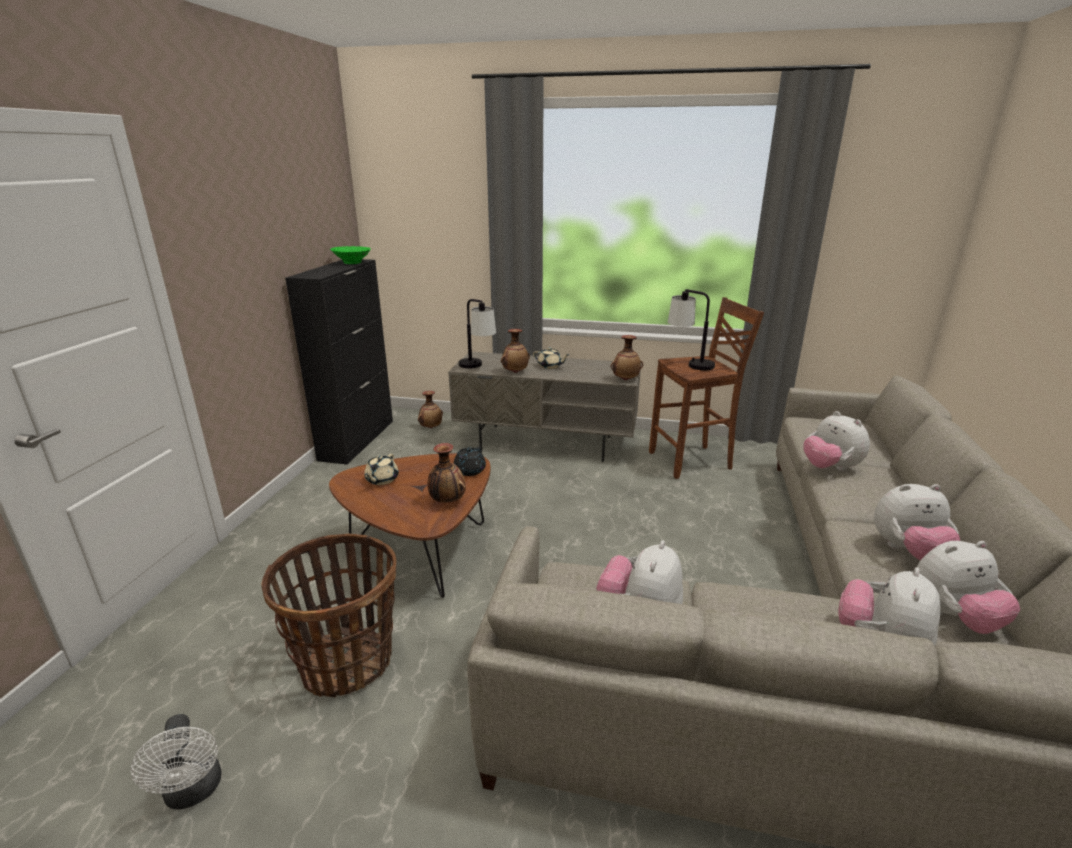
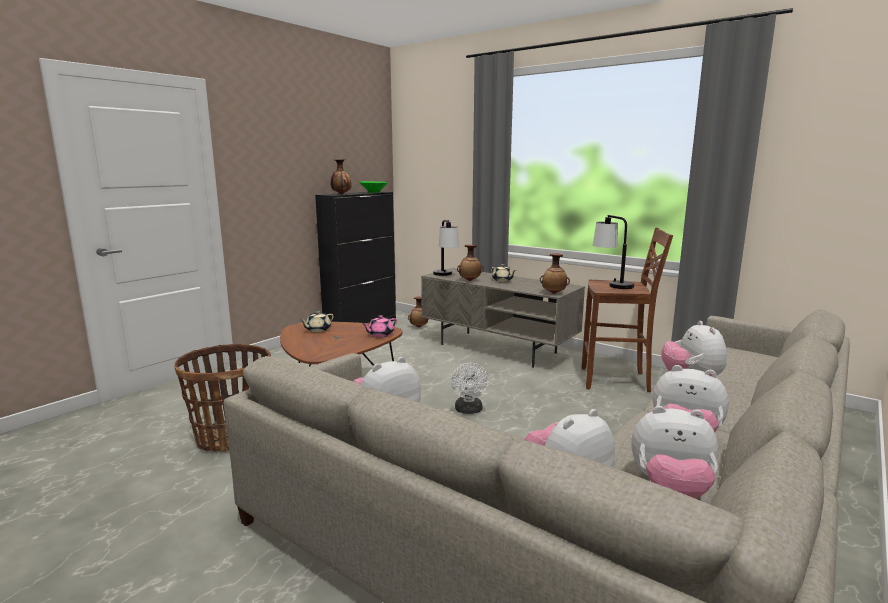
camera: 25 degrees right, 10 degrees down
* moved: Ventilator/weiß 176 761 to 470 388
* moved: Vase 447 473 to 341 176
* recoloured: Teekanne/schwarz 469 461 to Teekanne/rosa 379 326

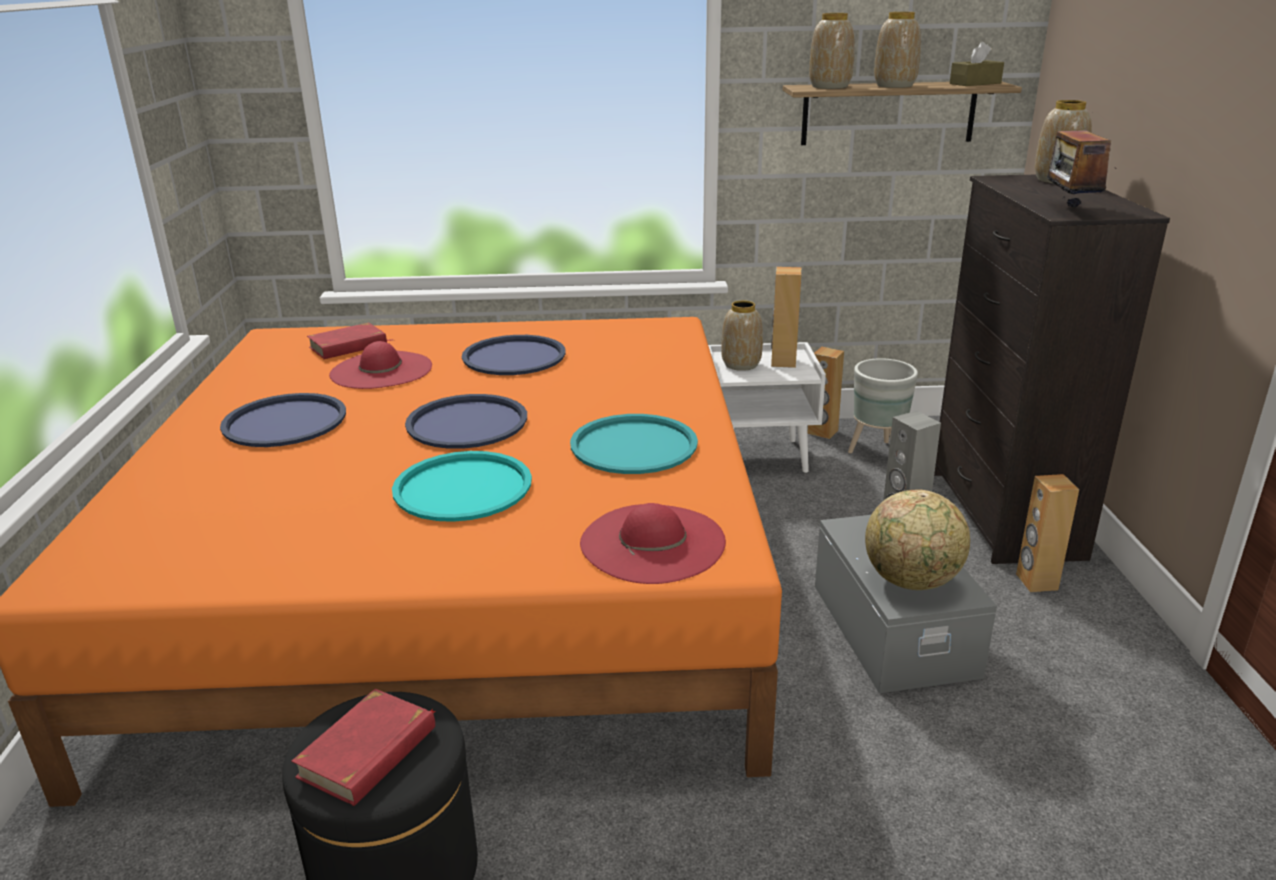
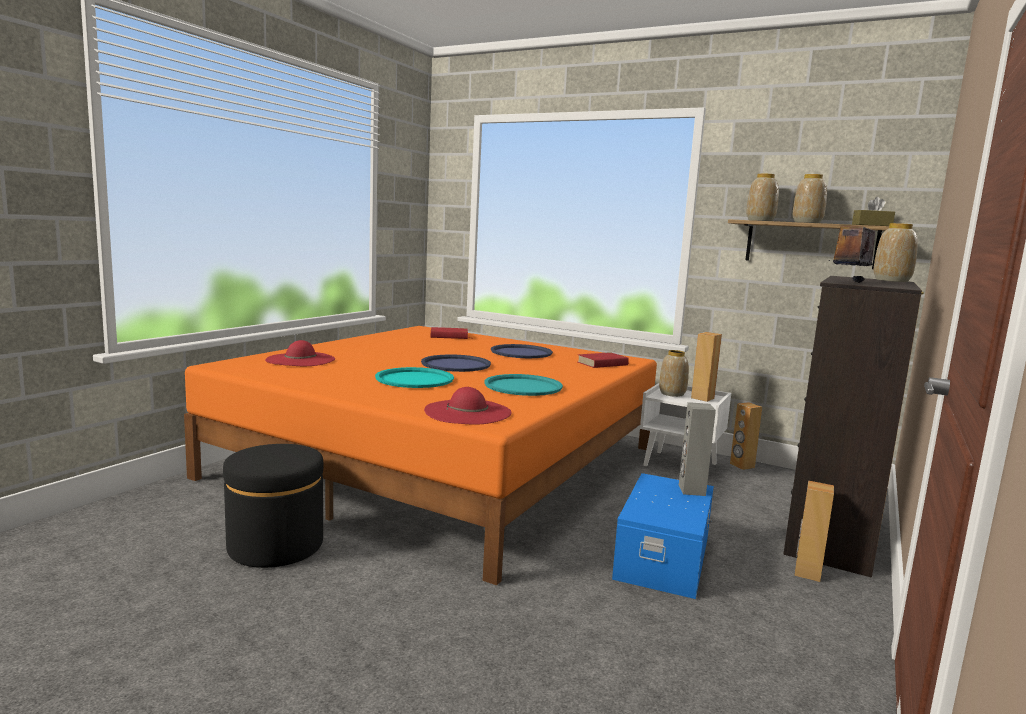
camera: 30 degrees right, 15 degrees down
* removed: Tablett/blau 283 420
* moved: Buch/rot 363 747 to 603 360
* moved: Hut/rot 380 365 to 300 353
* recoloured: Aufbewahrungsbox/grau 906 604 to Aufbewahrungsbox/blau 663 536
* removed: Pflanzkübel/grau 883 405
* removed: Globus 917 540

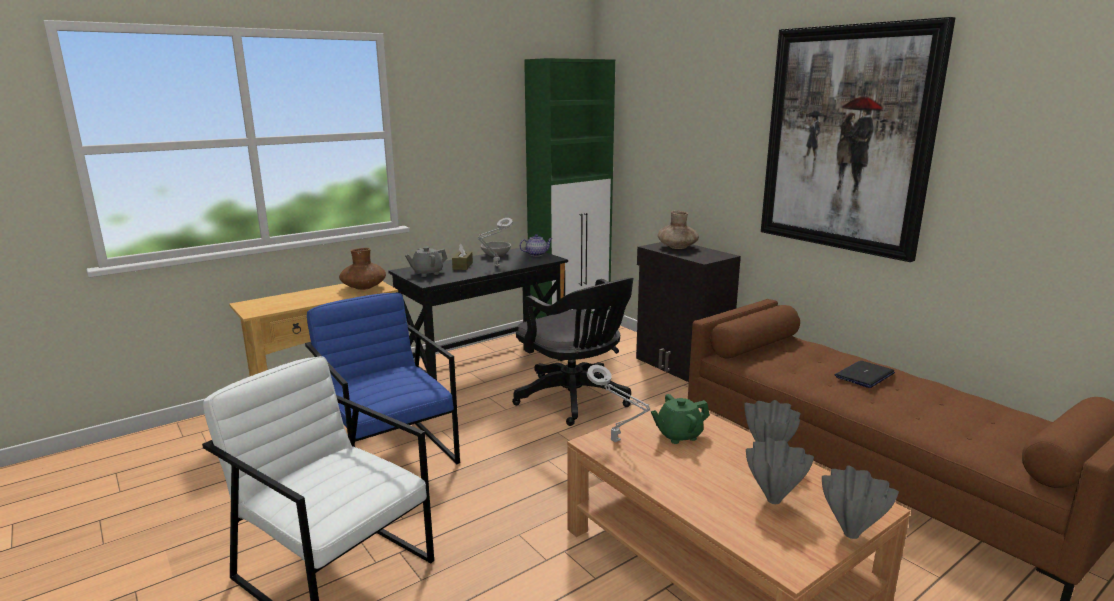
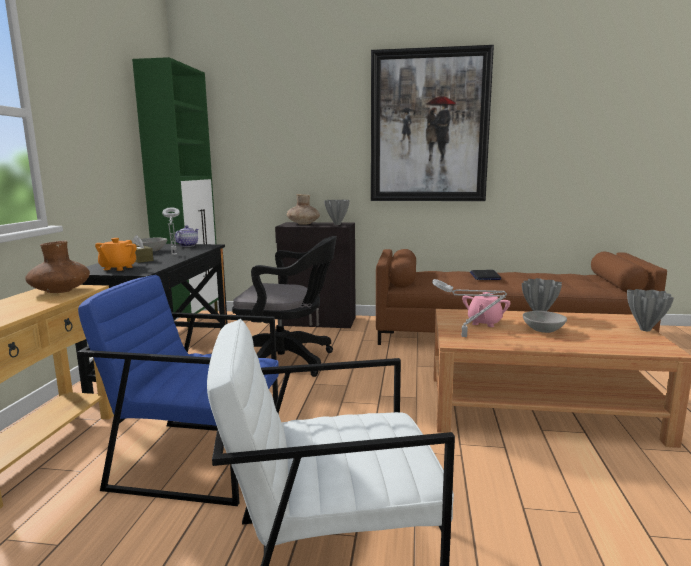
camera: 45 degrees left, 5 degrees down
* recoloured: Teekanne/grau 426 262 to Teekanne/orange 116 254
* recoloured: Teekanne/grün 680 419 to Teekanne/rosa 486 309
* moved: Vase/grau 780 470 to 337 212
* added: Schüssel/grau 545 322

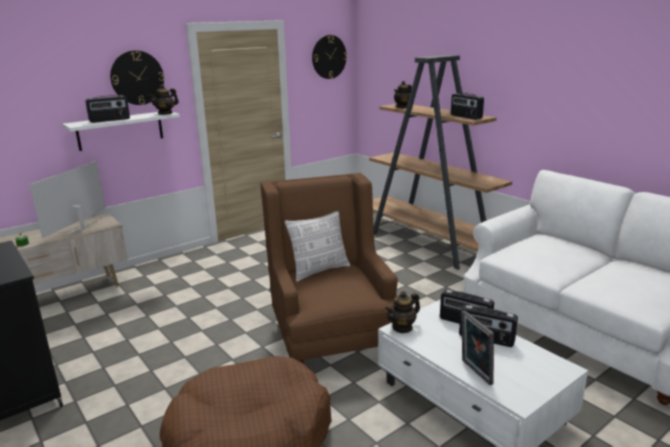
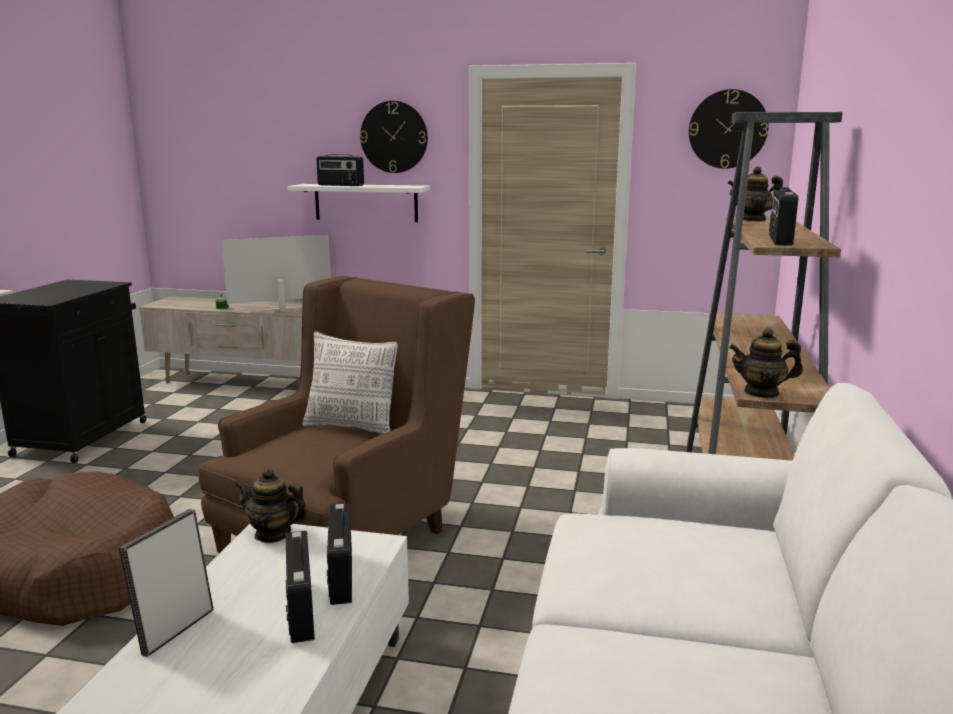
camera: 50 degrees right, 5 degrees down
* moved: Teekanne 164 99 to 766 363

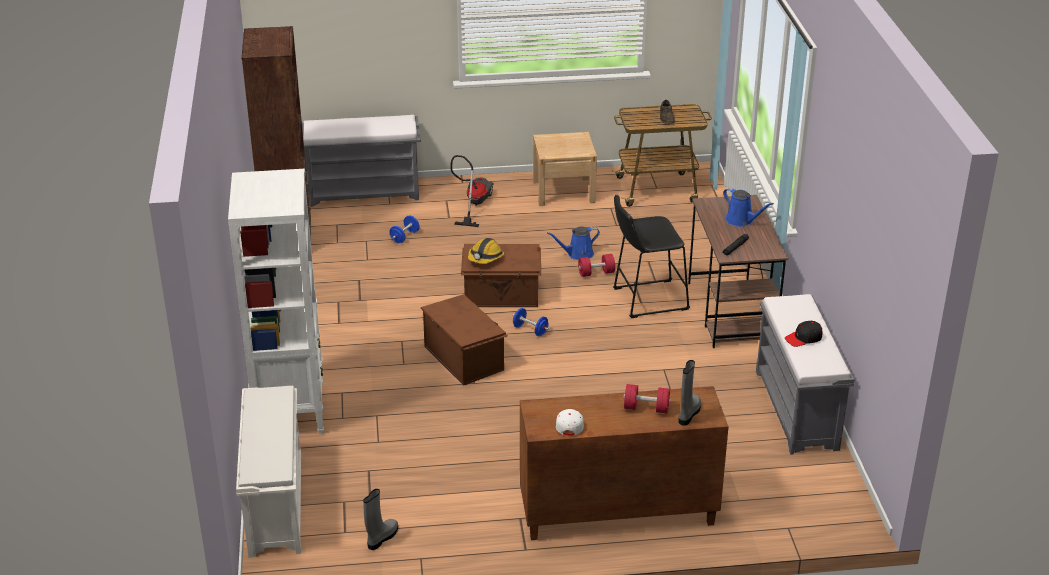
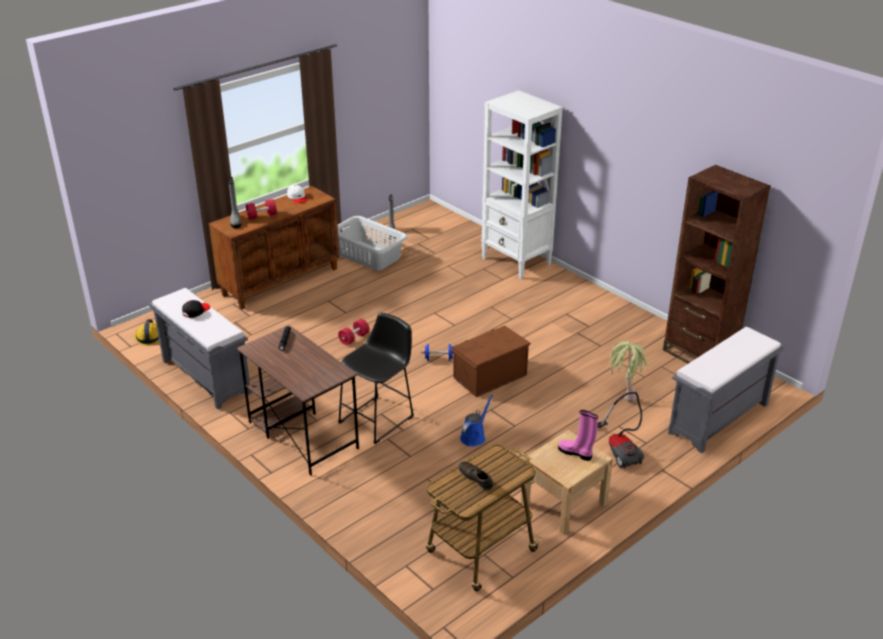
camera: 145 degrees right, 0 degrees up
* removed: Schuhregal/weiß 268 471
* replaced: Hantel/blau 404 229 to Topfpflanze 628 371
* removed: Aufbewahrungsbox/braun 464 340
* moved: Schutzhelm 486 251 to 146 332
* moved: Hantel/rot 596 265 to 353 332
* removed: Gießkanne/blau 748 207
* added: Wäschekorb/grau 373 243
* added: Stiefel/rosa 578 435

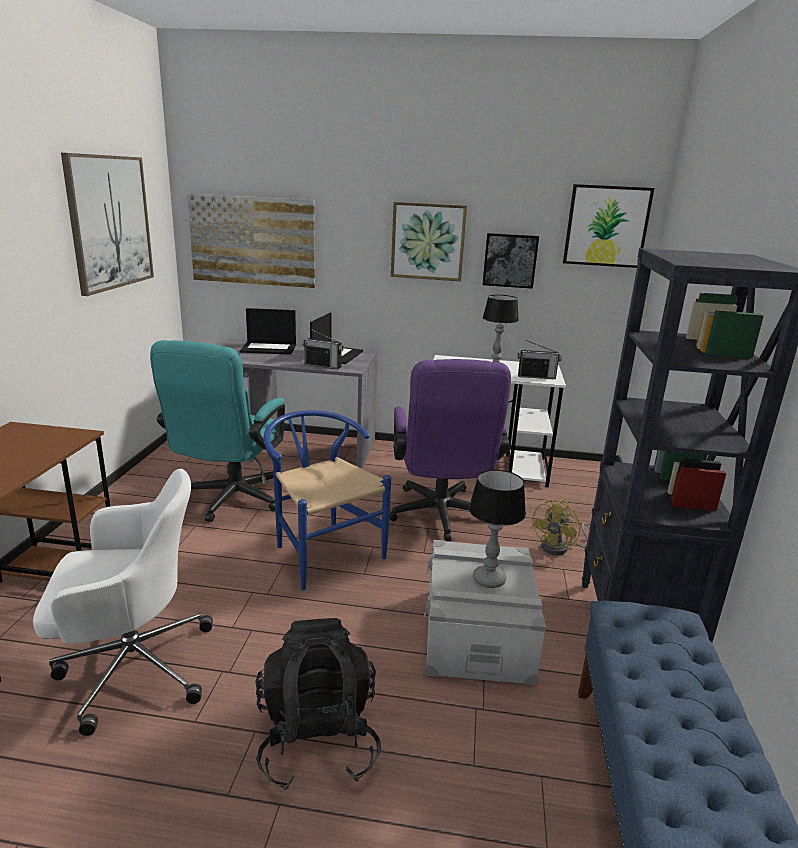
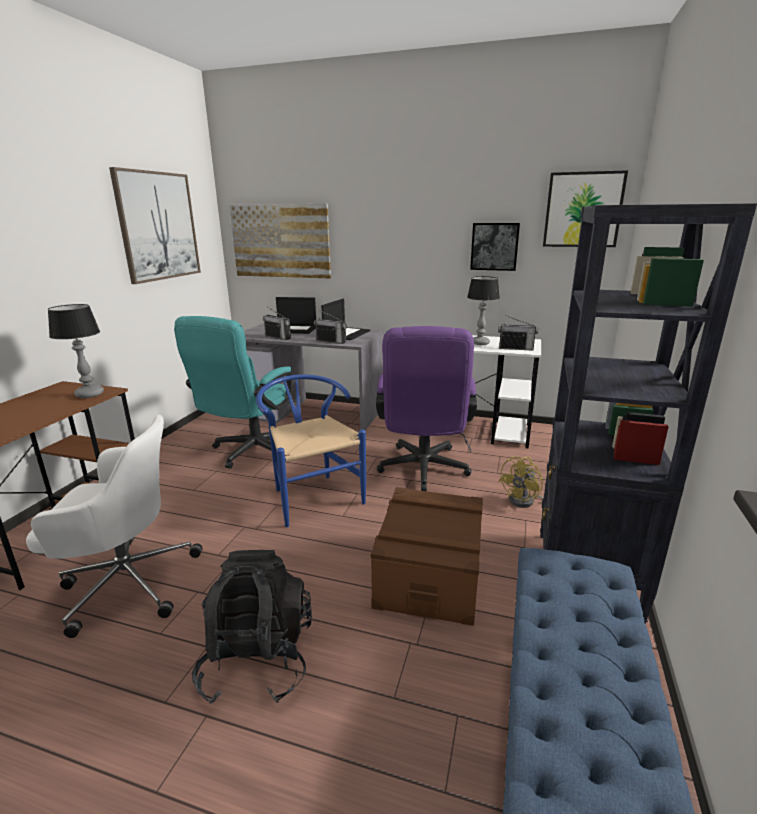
camera: 10 degrees right, 0 degrees up
* removed: Bild 429 241
* recoloured: Aufbewahrungsbox/grau 485 612 to Aufbewahrungsbox/braun 427 556
* moved: Tischlampe 497 529 to 76 351
* added: Radio 277 323

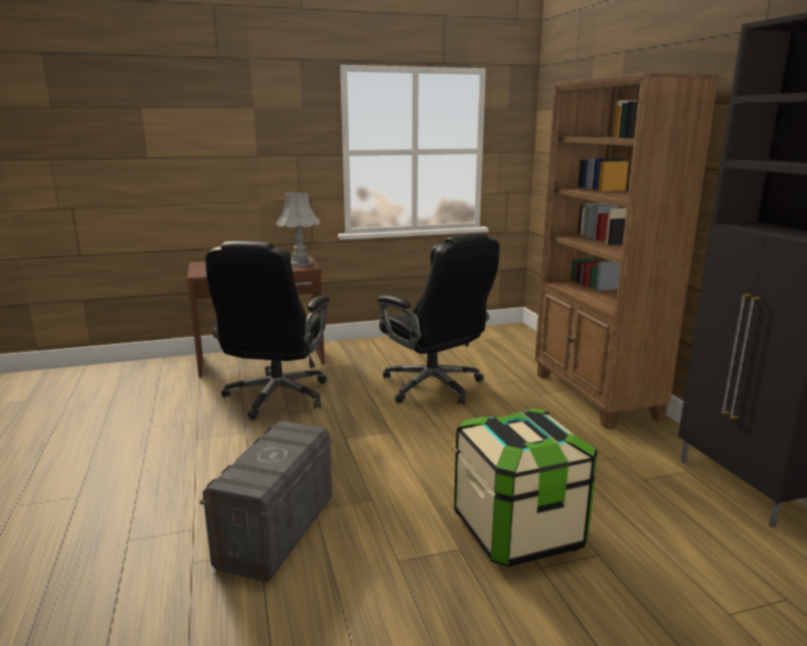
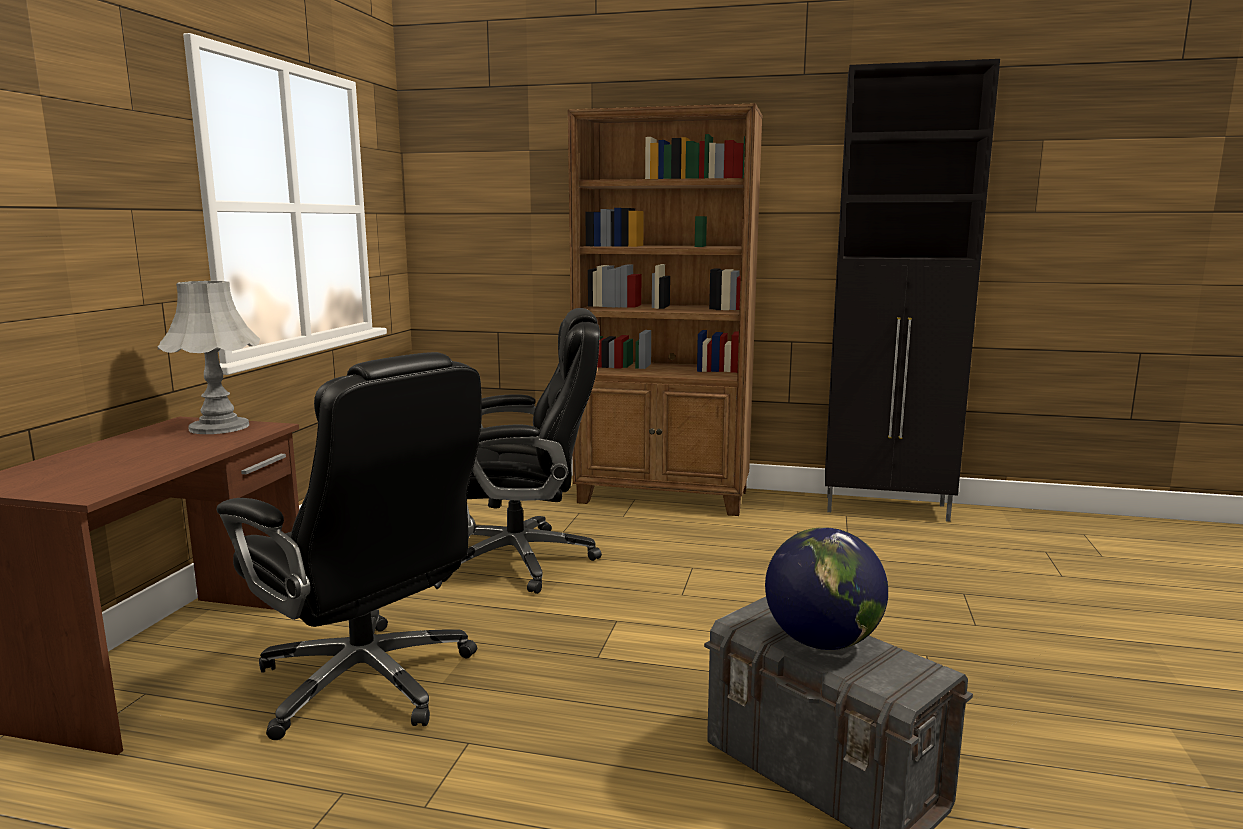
camera: 60 degrees left, 5 degrees down
* removed: Aufbewahrungsbox 526 487
* added: Globus 826 588

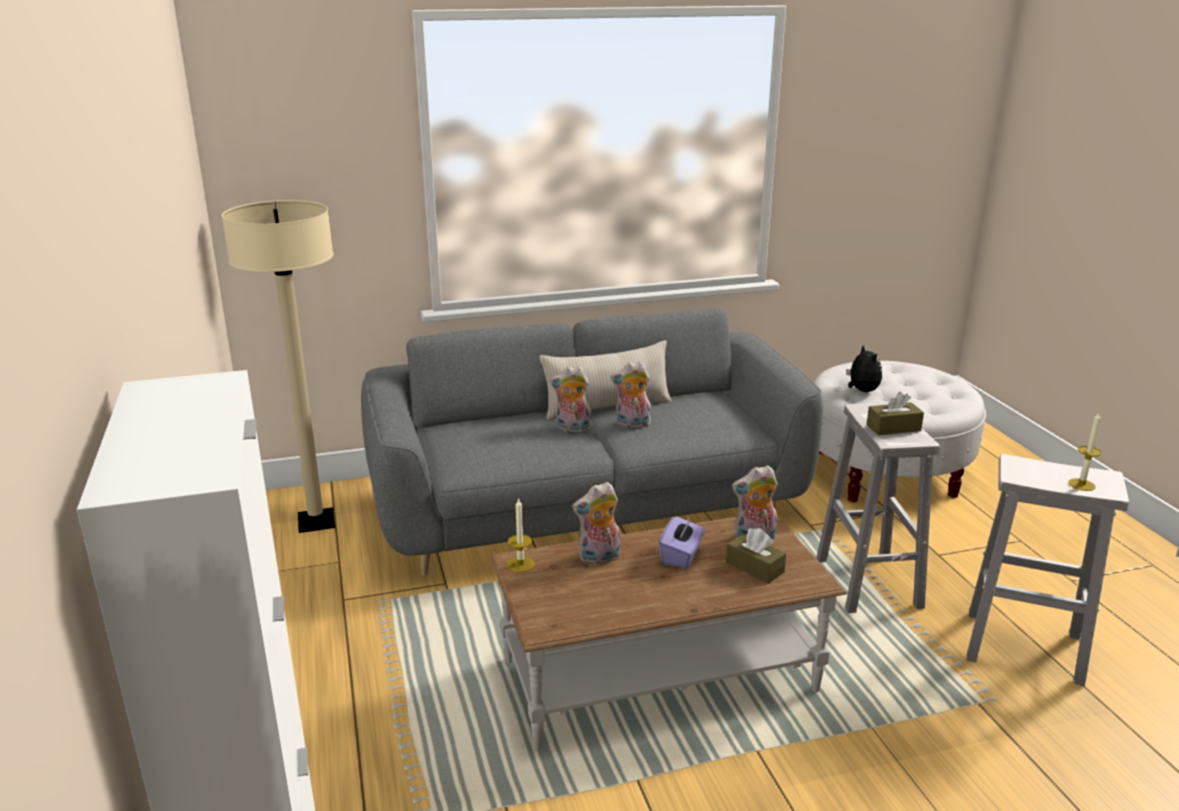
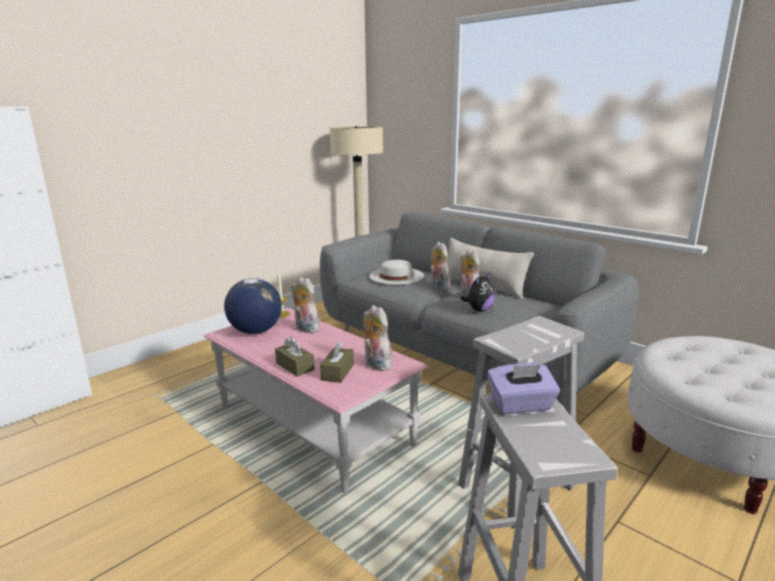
camera: 60 degrees right, 5 degrees down
* recoloured: Couchtisch/braun 668 633 to Couchtisch/rosa 316 400
* moved: Taschentuchbox/lila 682 542 to 523 388
* moved: Plüschtier 864 368 to 477 292
* moved: Taschentuchbox/braun 895 413 to 295 357
* removed: Kerze 1085 452
* added: Globus 253 306
* added: Hut/weiß 396 272

